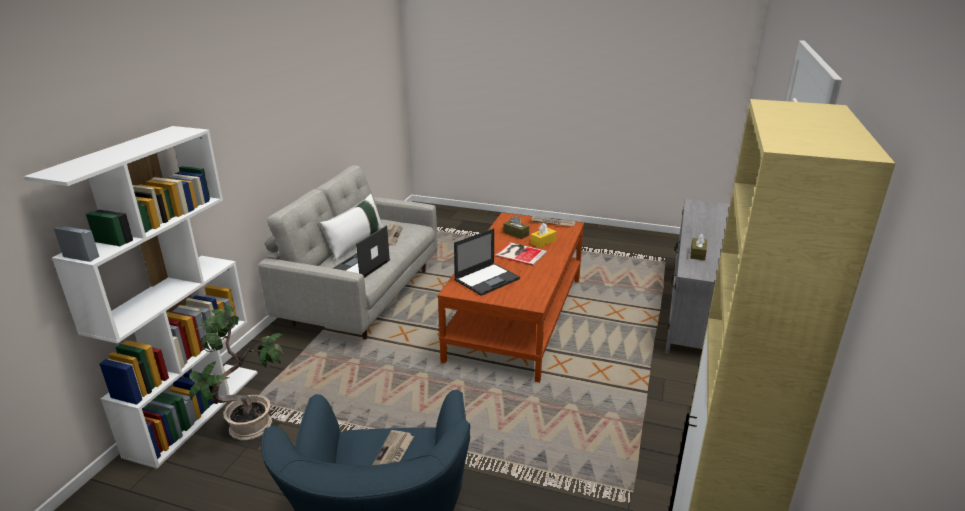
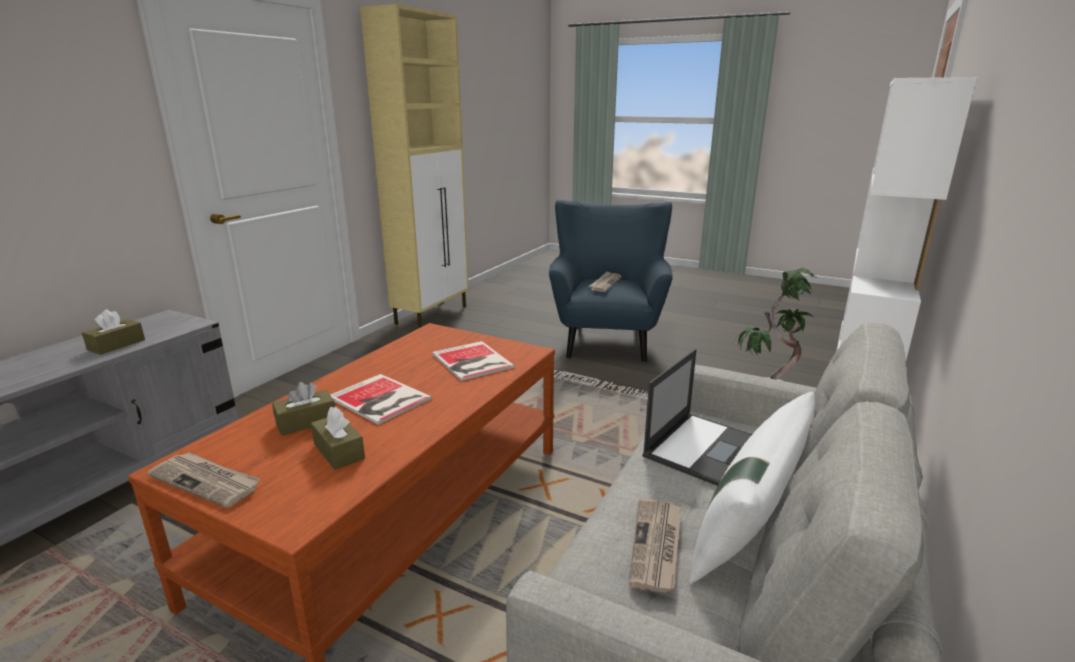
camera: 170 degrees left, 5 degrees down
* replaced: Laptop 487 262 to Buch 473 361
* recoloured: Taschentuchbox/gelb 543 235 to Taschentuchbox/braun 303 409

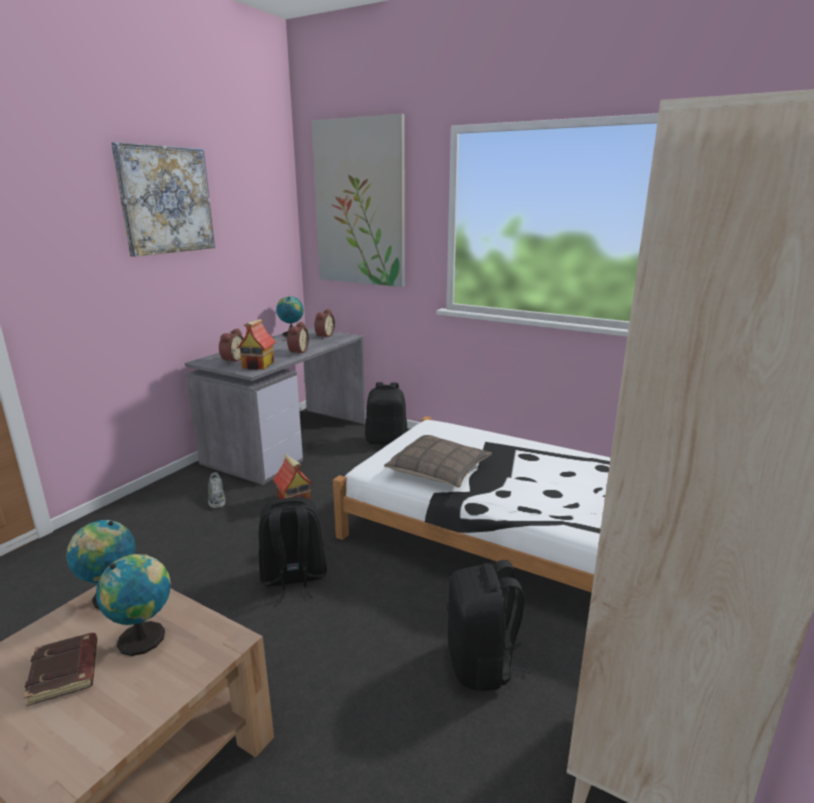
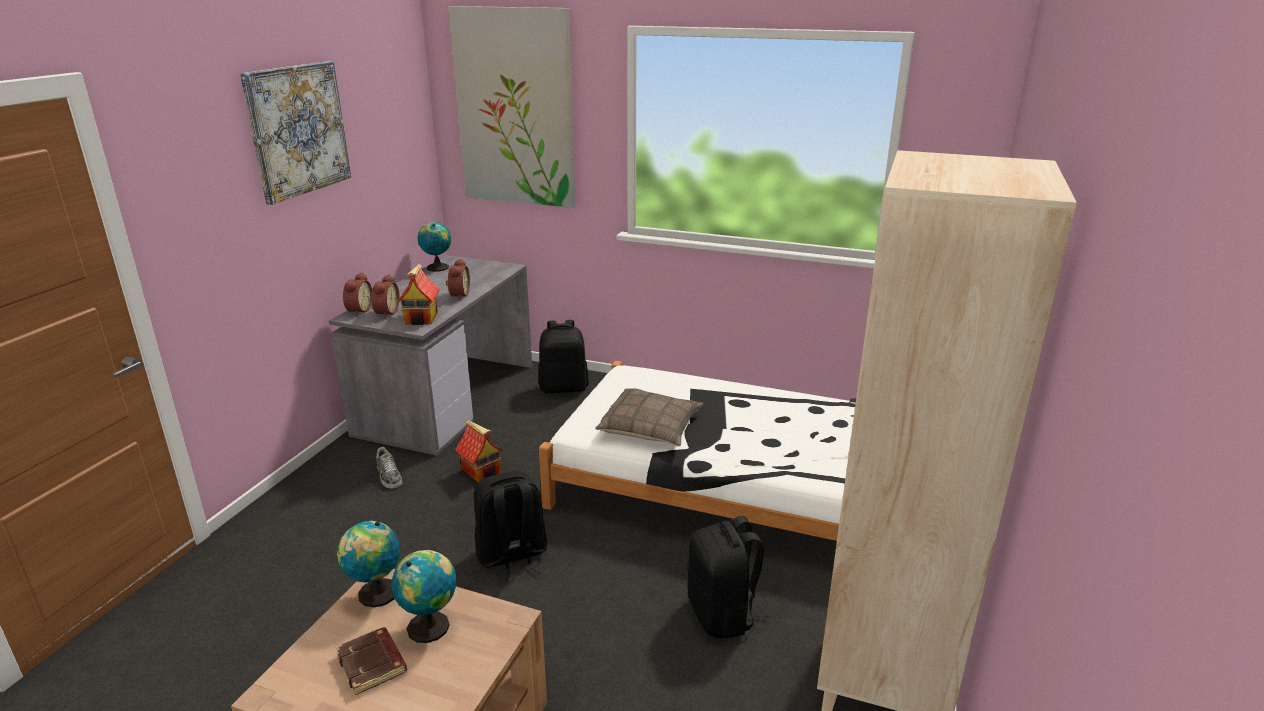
camera: 10 degrees left, 5 degrees up
* moved: Wecker 324 324 to 357 294

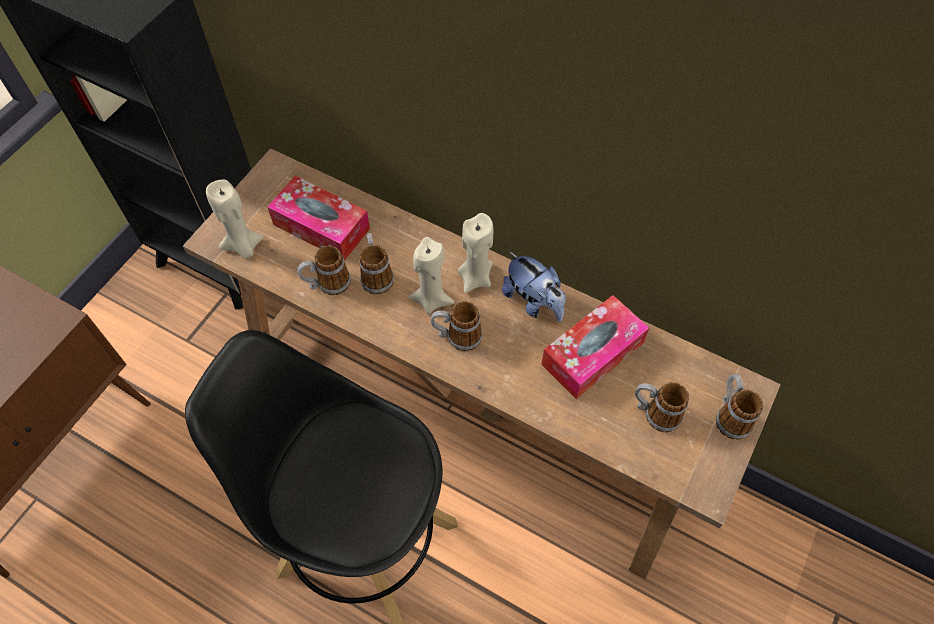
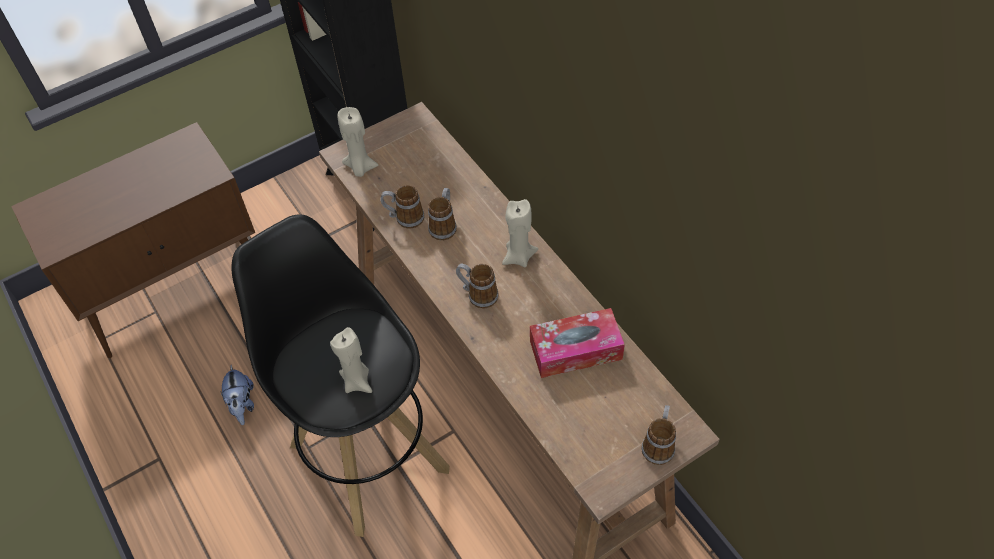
camera: 30 degrees right, 5 degrees down
* removed: Taschentuchbox 318 218
* moved: Kerze/beige 432 275 to 351 360
* moved: Plüschtier 533 287 to 237 395
* removed: Henkelbecher 662 407

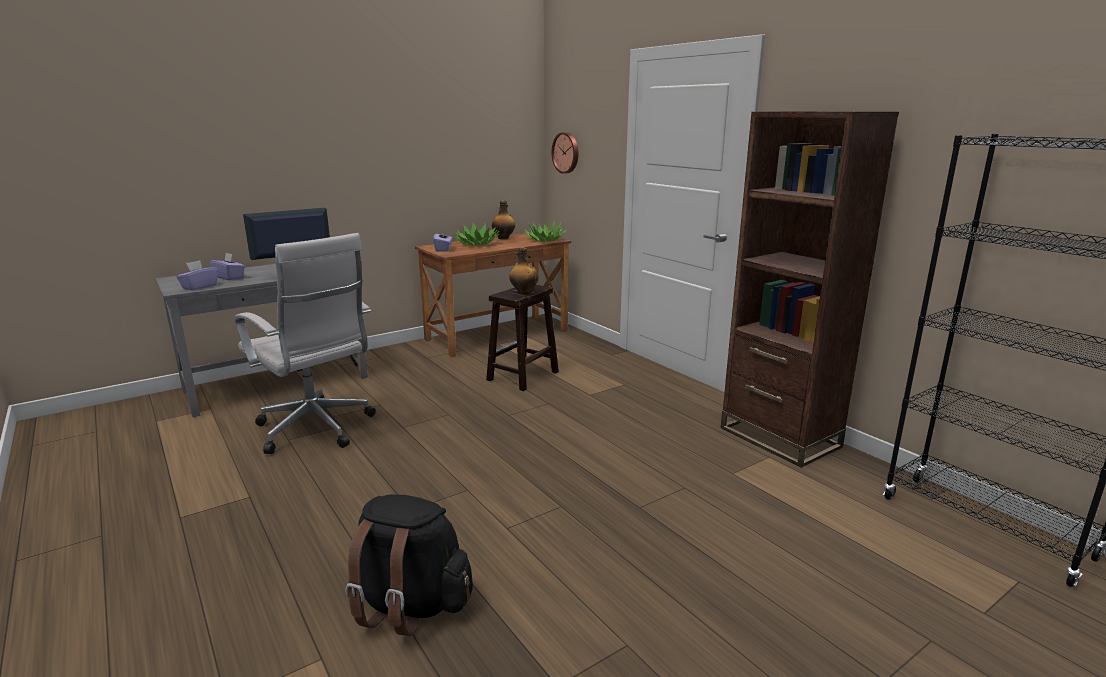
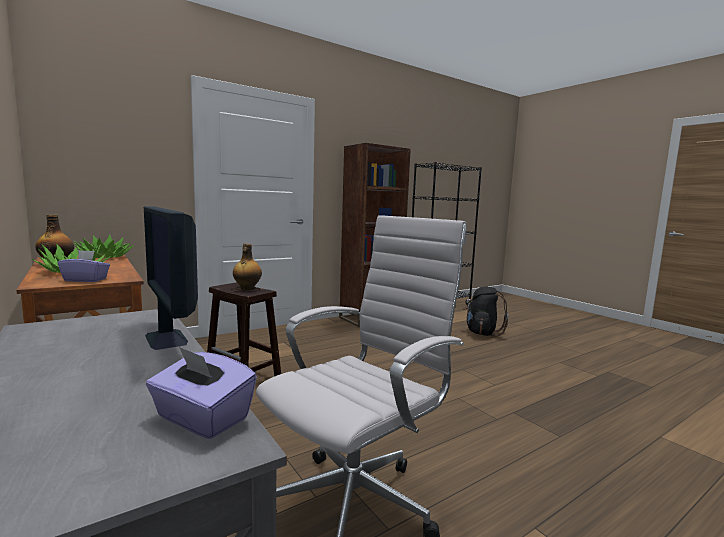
camera: 90 degrees left, 10 degrees down
* removed: Taschentuchbox/lila 227 266
* moved: Rucksack/schwarz 409 565 to 486 312
* removed: Wanduhr 564 153

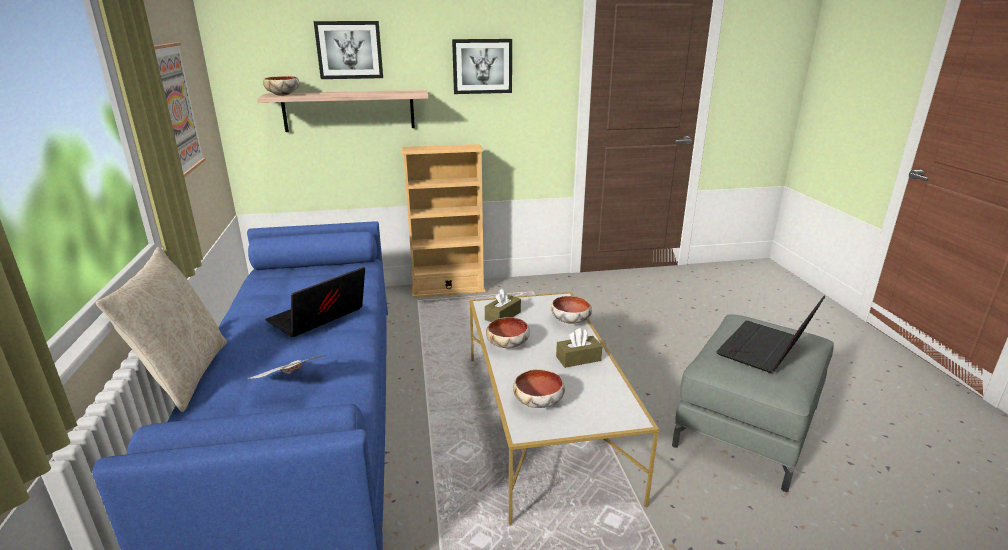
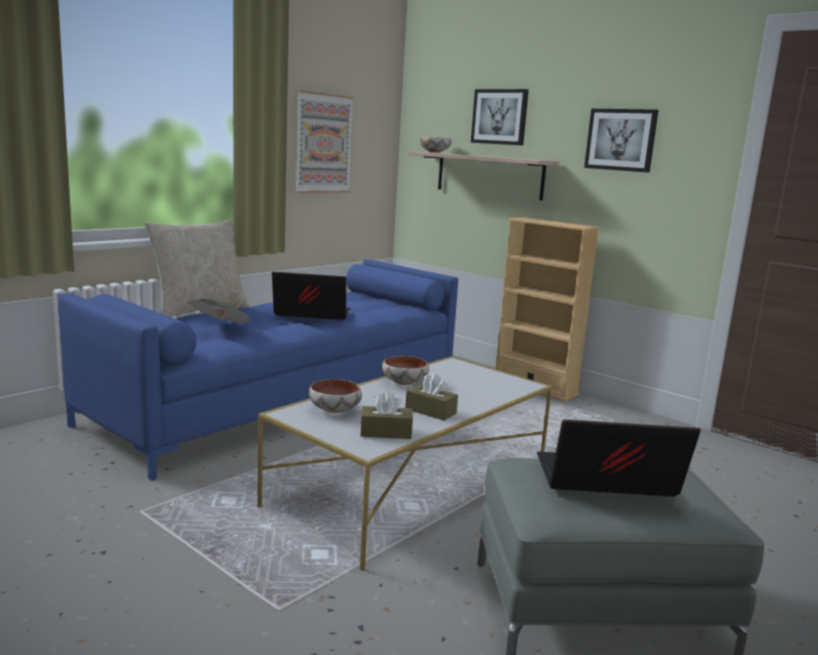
camera: 50 degrees right, 10 degrees down
* moved: Taschentuchbox/braun 503 305 to 386 415
* removed: Schüssel 571 310

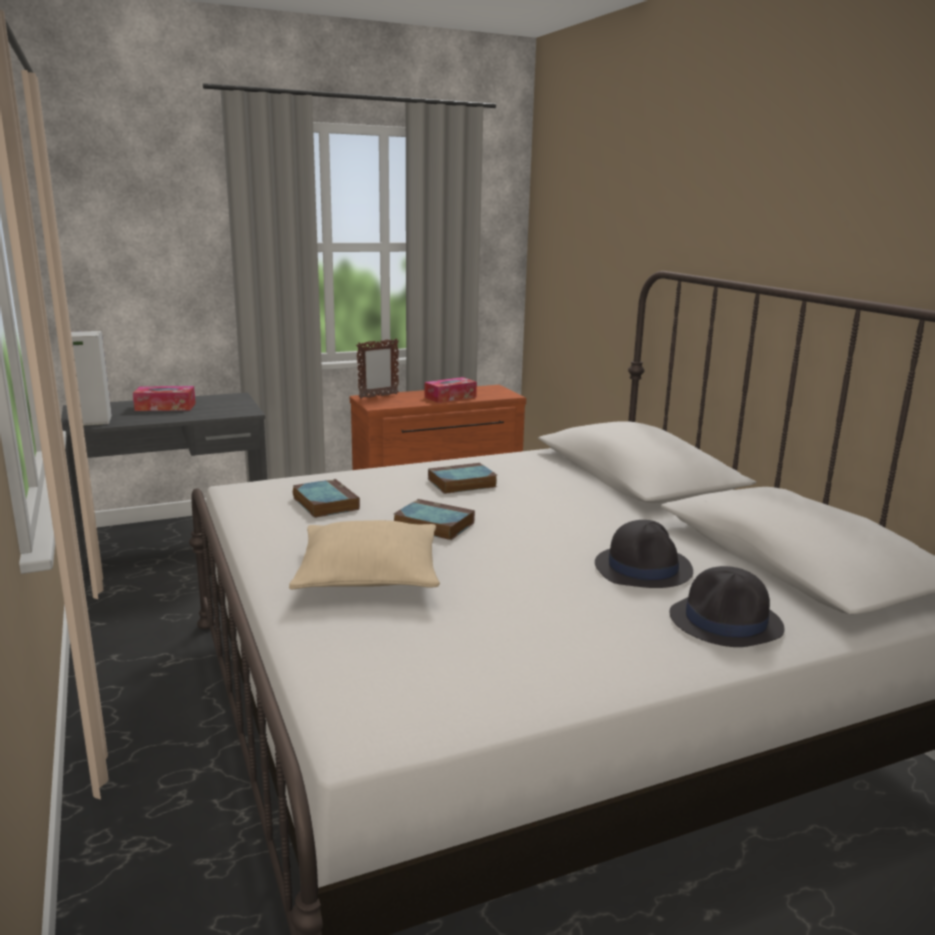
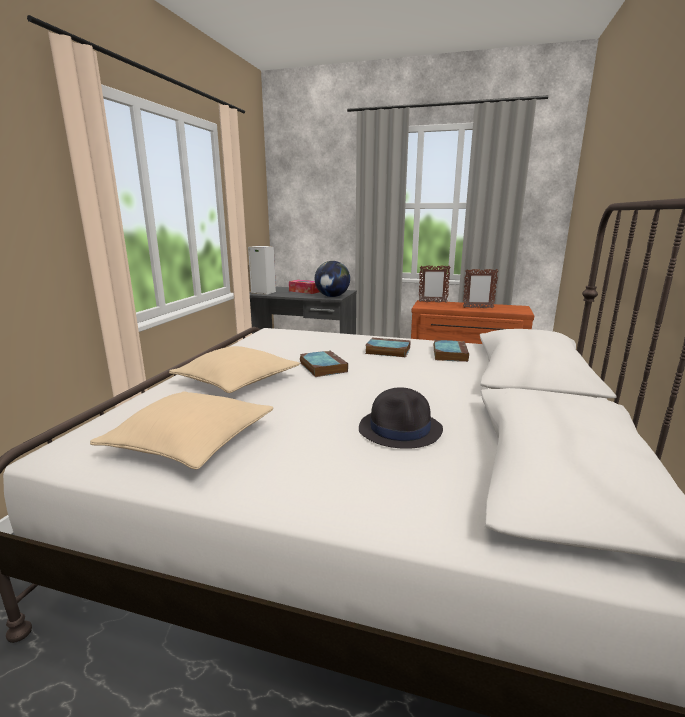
camera: 40 degrees right, 0 degrees up
* moved: Buch 326 498 to 451 351
* replaced: Taschentuchbox 451 390 to Bilderrahmen 480 289
* removed: Hut/schwarz 727 606
* added: Kissen/beige 181 430
* added: Globus 332 279

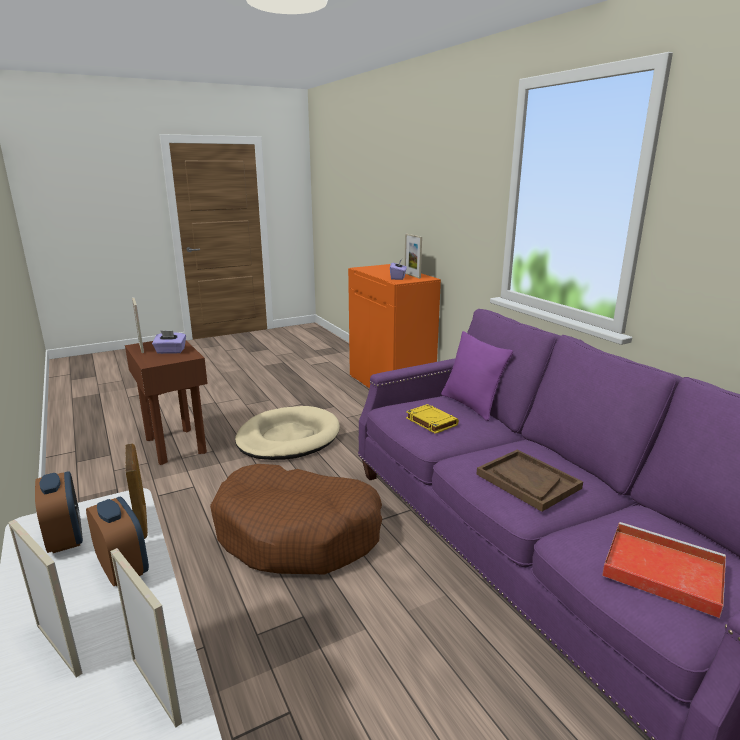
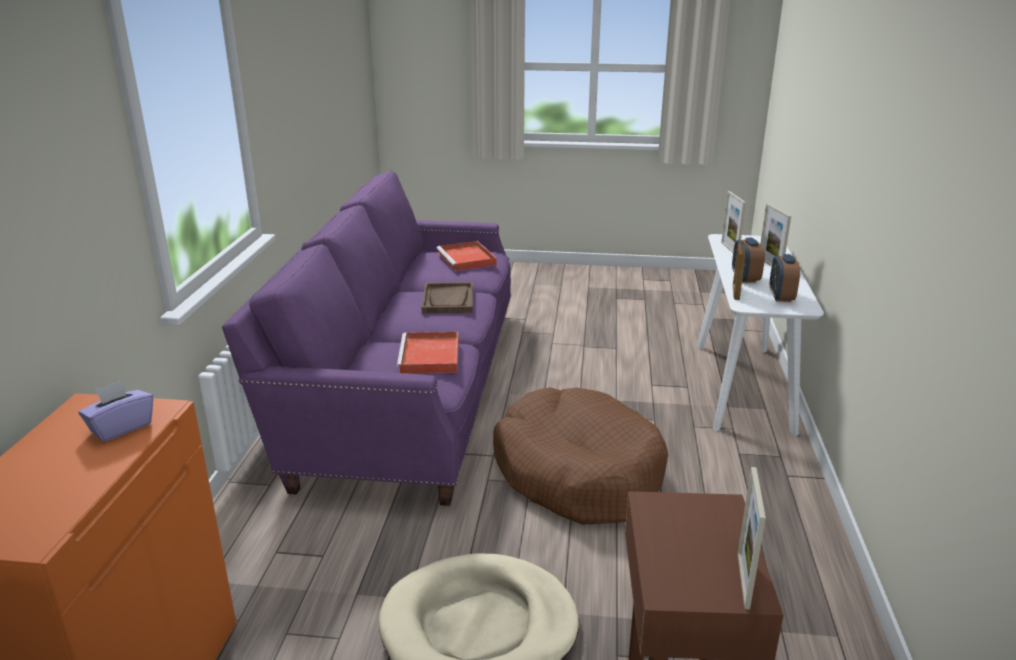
camera: 145 degrees left, 5 degrees up
* removed: Taschentuchbox/lila 169 342
* removed: Bilderrahmen 413 256
* replaced: Buch/gelb 432 419 to Tablett/rot 428 352
* removed: Kissen/lila 477 376

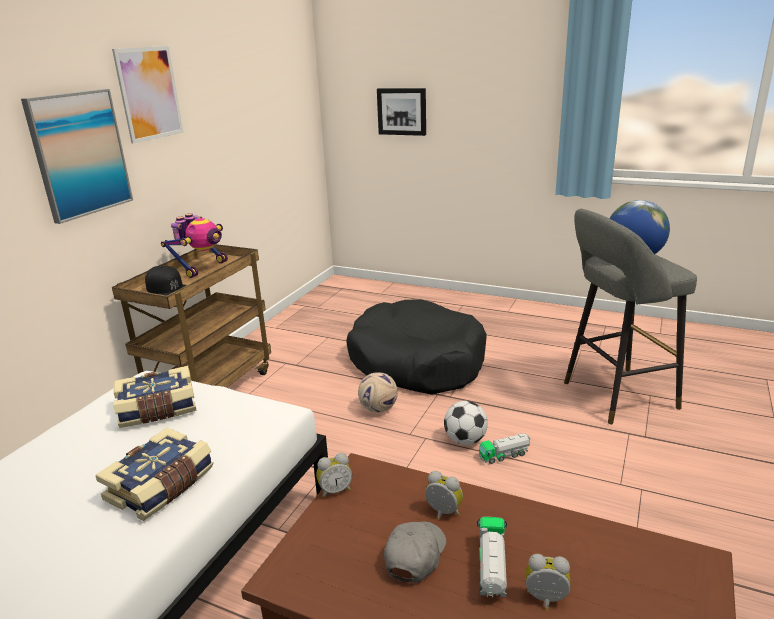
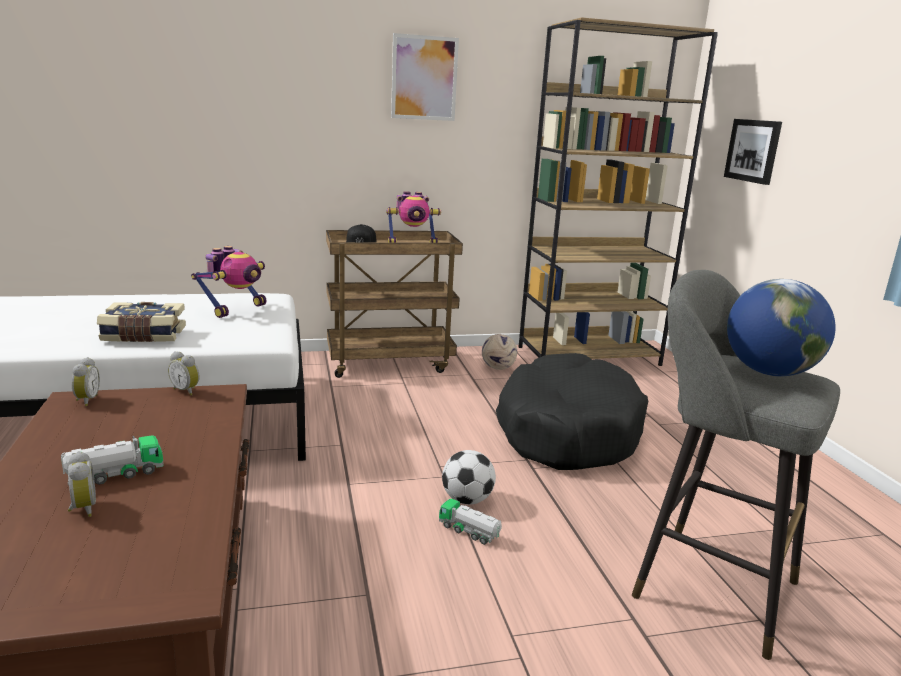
camera: 50 degrees right, 5 degrees down
* removed: Bild 77 156
* replaced: Buch 155 397 to Spielzeugroboter 228 282
* moved: Fußball 378 392 to 499 352
* removed: Kappe/grau 415 552
* moved: Wecker 444 495 to 86 381
* added: Bücherregal/braun 618 191

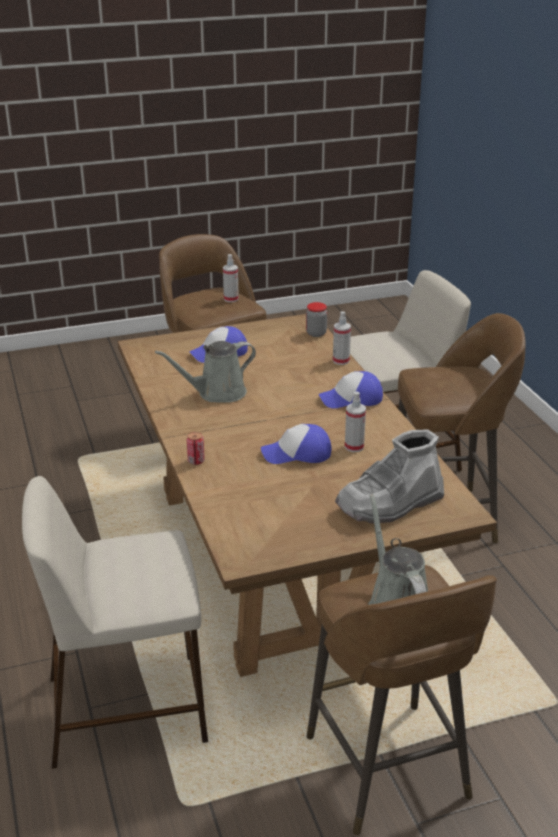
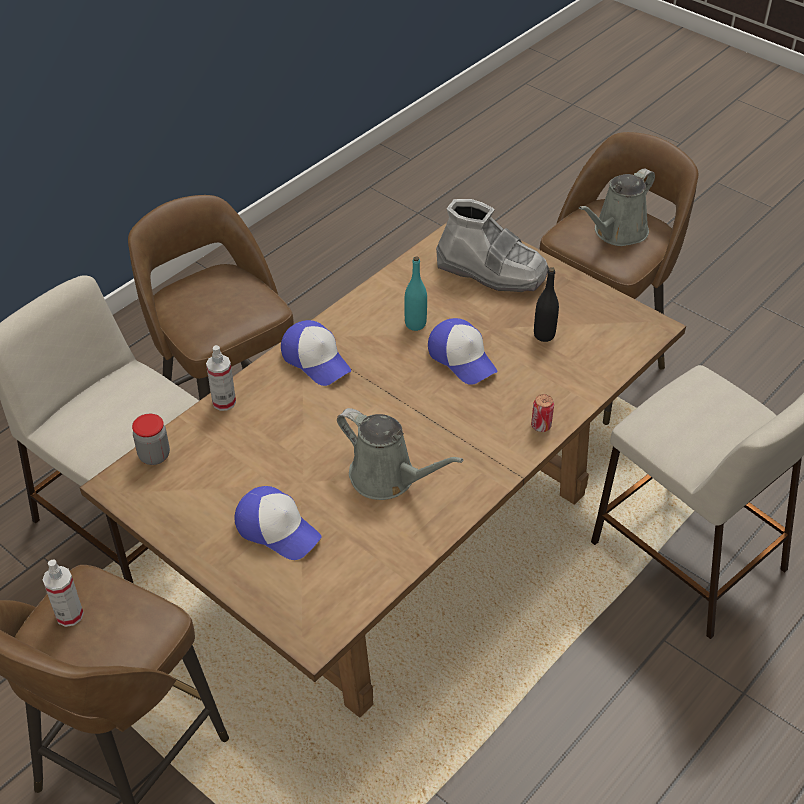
camera: 120 degrees left, 15 degrees up
* replaced: Sprühflasche 355 422 to Flasche/türkis 415 293
* added: Flasche/schwarz 546 304

